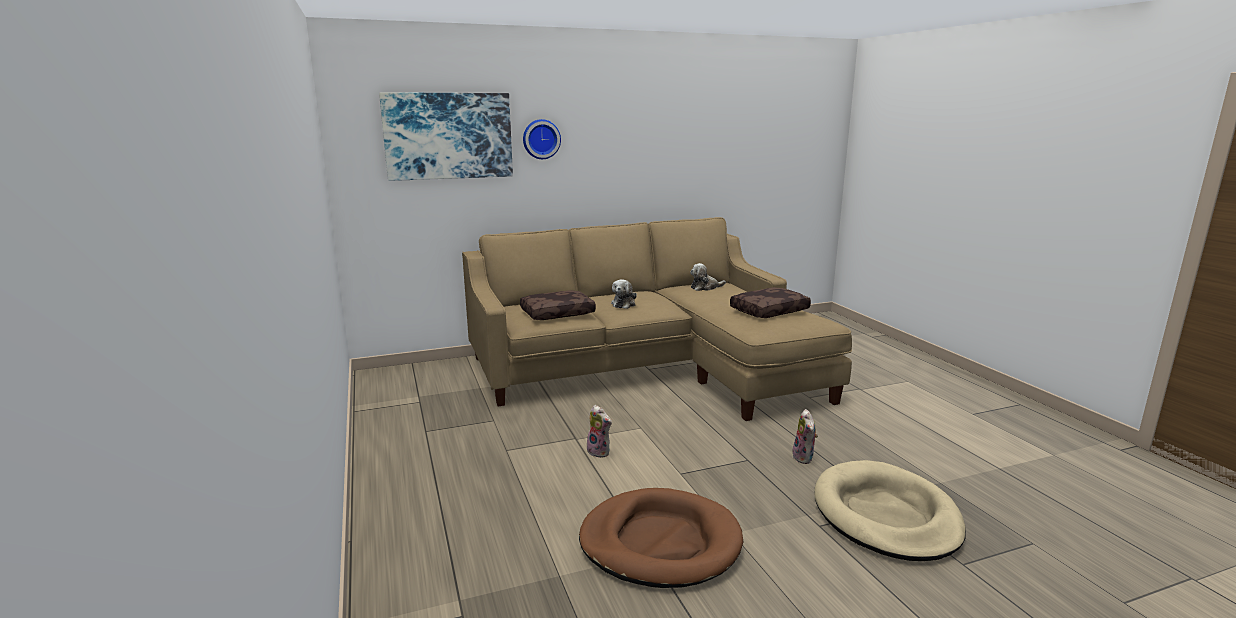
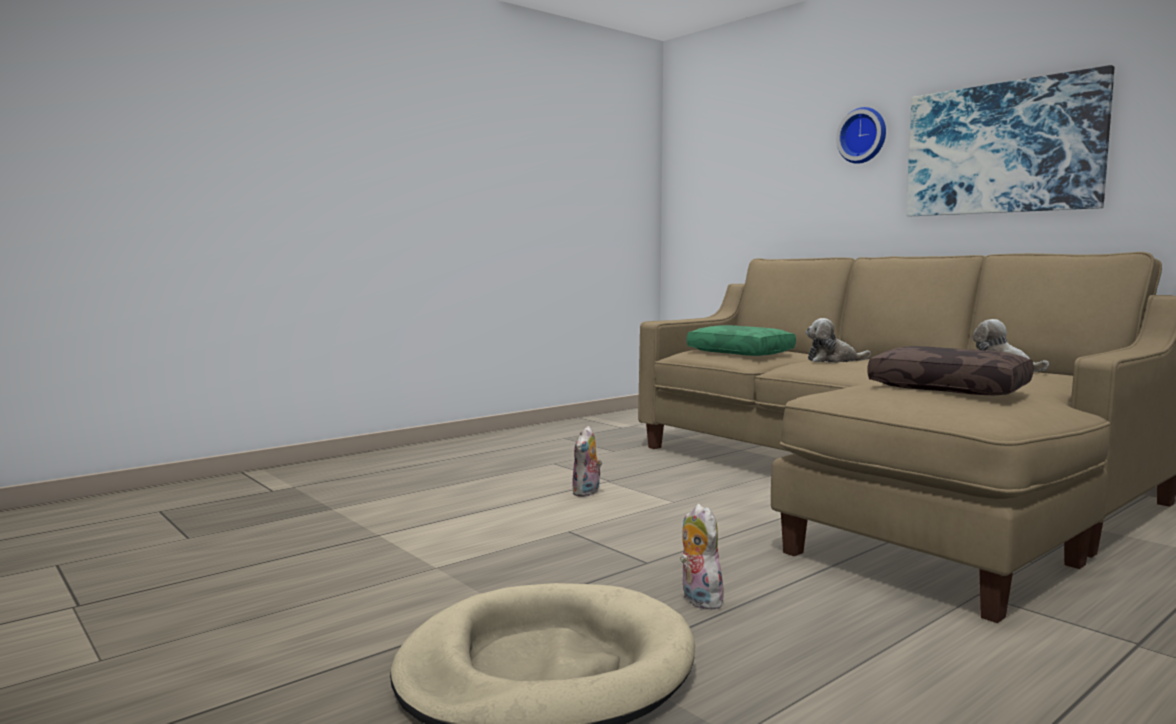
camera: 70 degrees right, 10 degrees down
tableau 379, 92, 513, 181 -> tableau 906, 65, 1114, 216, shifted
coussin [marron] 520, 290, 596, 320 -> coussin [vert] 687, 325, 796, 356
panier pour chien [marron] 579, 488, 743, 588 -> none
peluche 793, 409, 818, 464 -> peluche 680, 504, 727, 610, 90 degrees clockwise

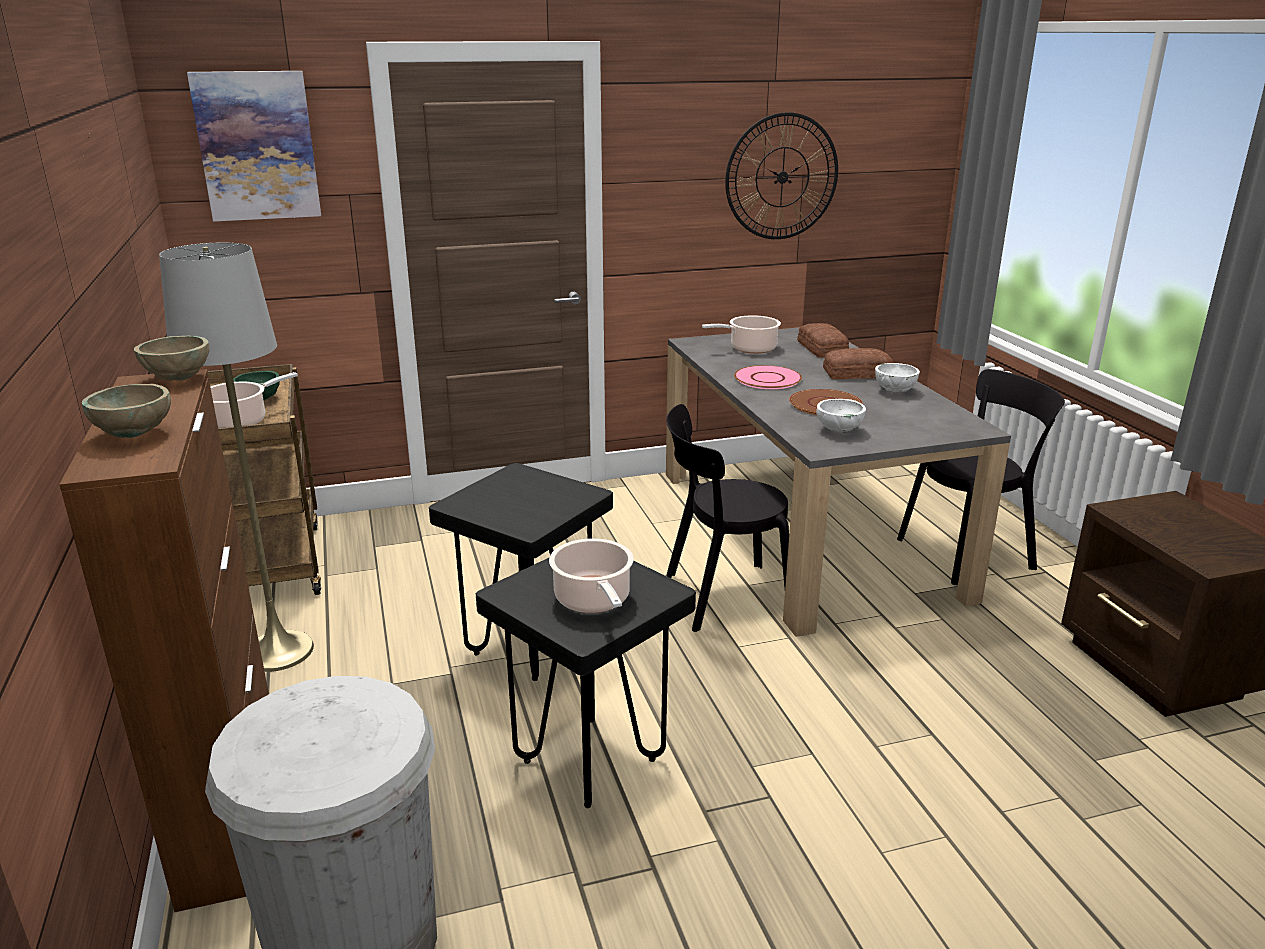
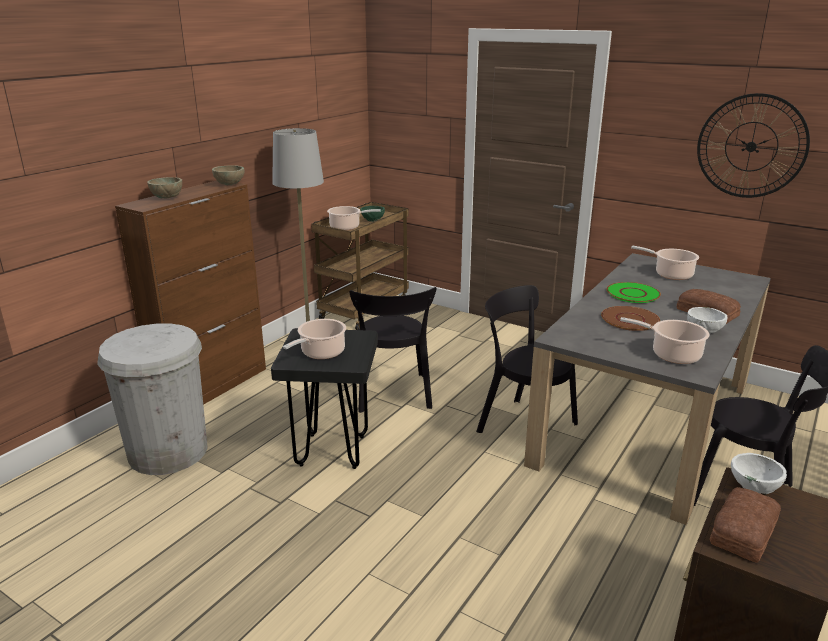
camera: 50 degrees right, 0 degrees up
tableau 187, 71, 321, 222 -> none
tabouret [noir] 429, 463, 613, 681 -> chaise [noir] 349, 287, 437, 413
assiette [rose] 734, 365, 802, 389 -> assiette [vert] 606, 282, 661, 303
pain 797, 323, 849, 358 -> pain 710, 487, 781, 563, shifted
bol [blanc] 816, 399, 866, 433 -> bol [blanc] 731, 453, 787, 494, shifted
none -> marmite 620, 317, 710, 364

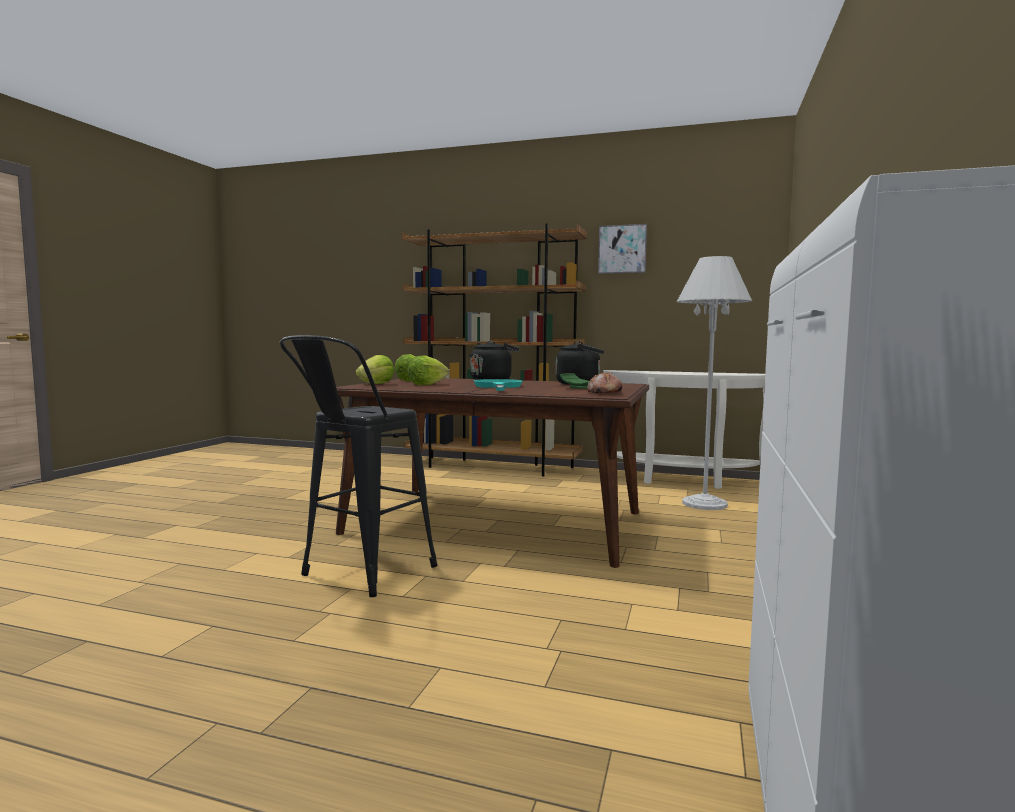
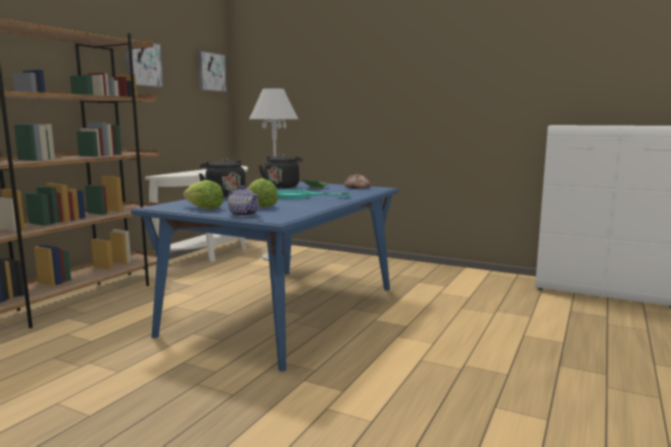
camera: 80 degrees left, 5 degrees up
tabouret [noir] 280, 335, 437, 597 -> none
table à manger [marron] 336, 378, 649, 568 -> table à manger [bleu] 131, 182, 399, 372
laitue 356, 355, 394, 384 -> théière 228, 186, 259, 217
none -> tableau 198, 51, 227, 92

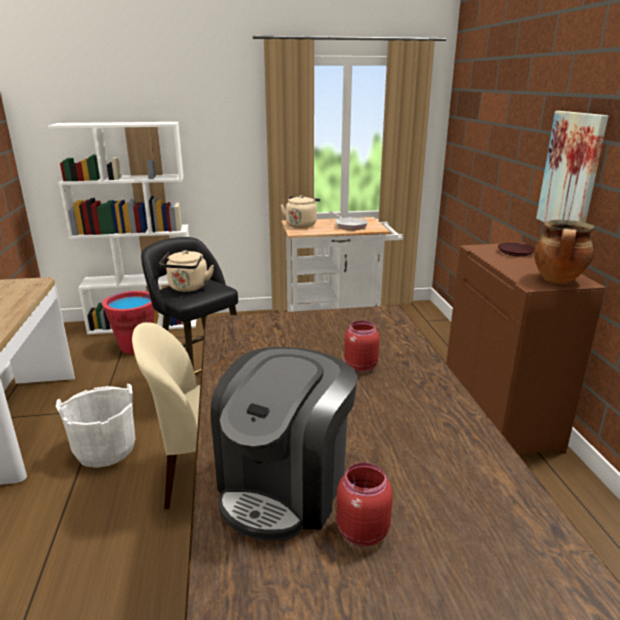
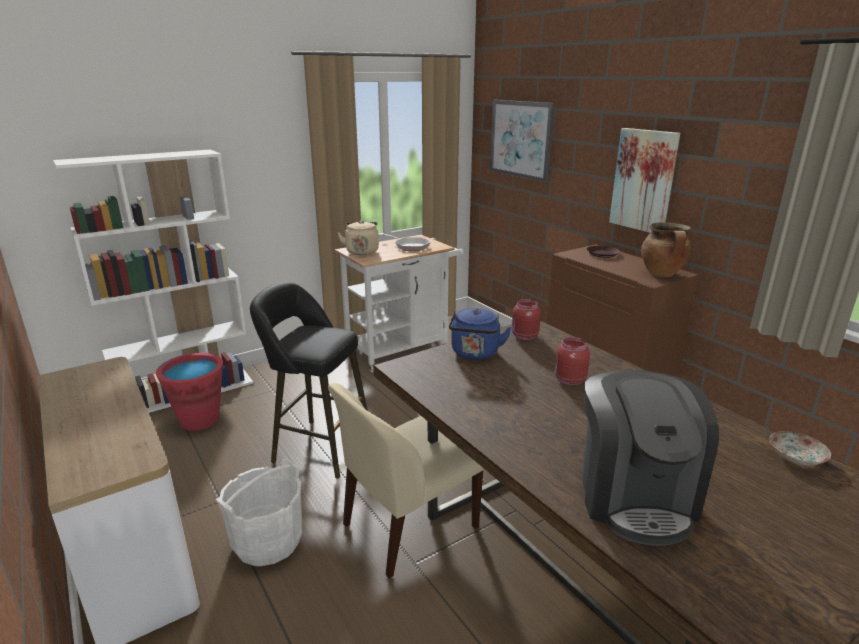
camera: 25 degrees left, 0 degrees up
bouilloire [beige] 159, 250, 214, 292 -> none
bocal [rouge] 337, 462, 393, 547 -> bocal [rouge] 512, 299, 541, 340, shifted
none -> bouilloire [bleu] 449, 308, 512, 360
none -> tableau 490, 100, 554, 182
none -> assiette 770, 431, 831, 465

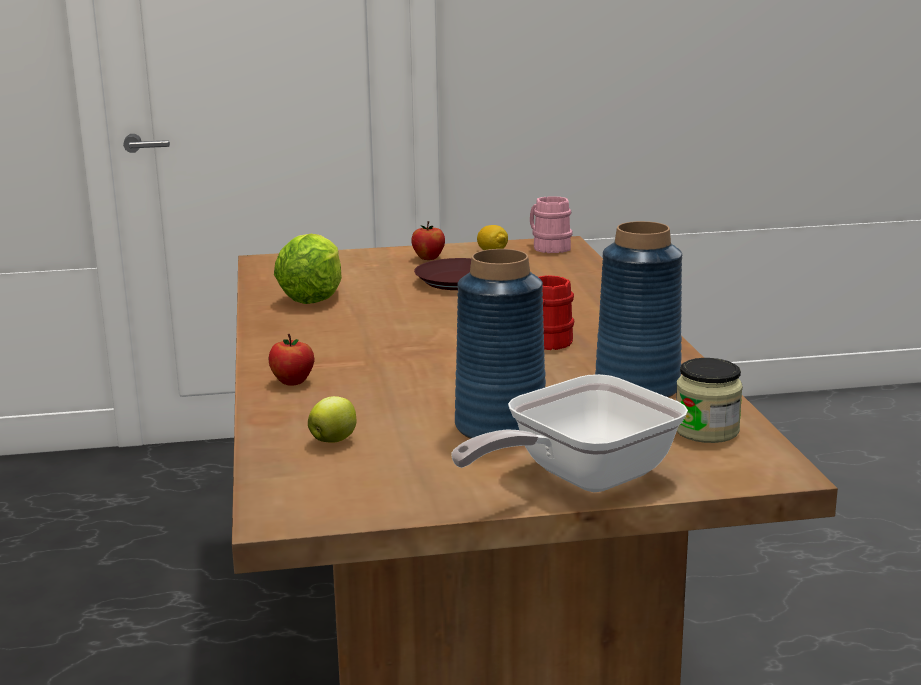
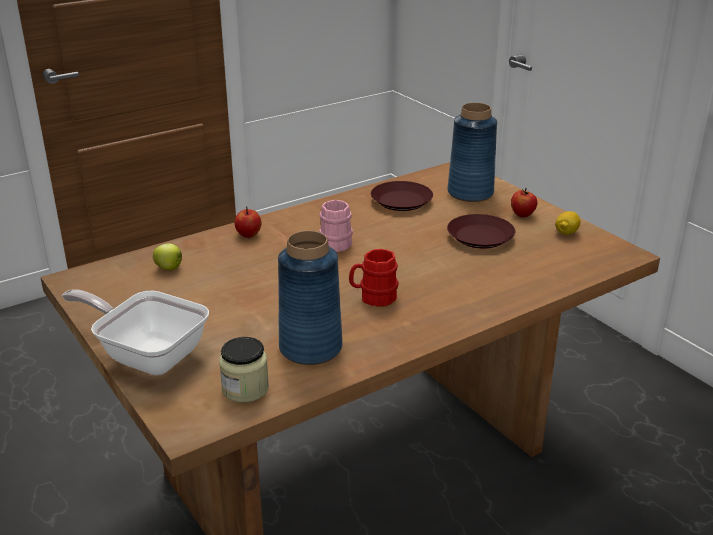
camera: 65 degrees right, 10 degrees up
laitue 274, 234, 342, 304 -> assiette [marron] 371, 181, 433, 211
vase [bleu] 455, 249, 546, 439 -> vase [bleu] 447, 103, 497, 202, shifted
mug [rose] 530, 196, 573, 253 -> mug [rose] 319, 200, 353, 252, shifted

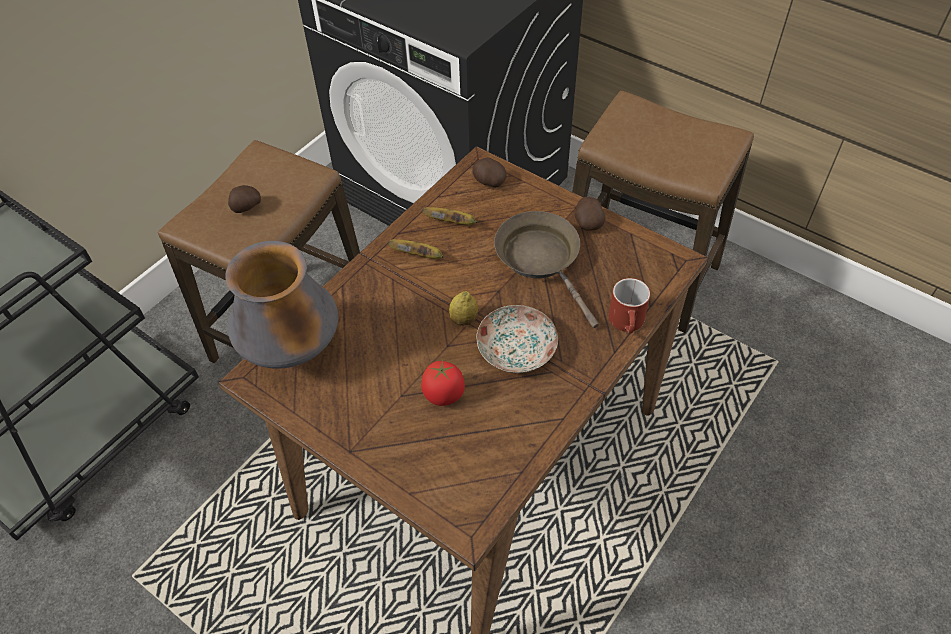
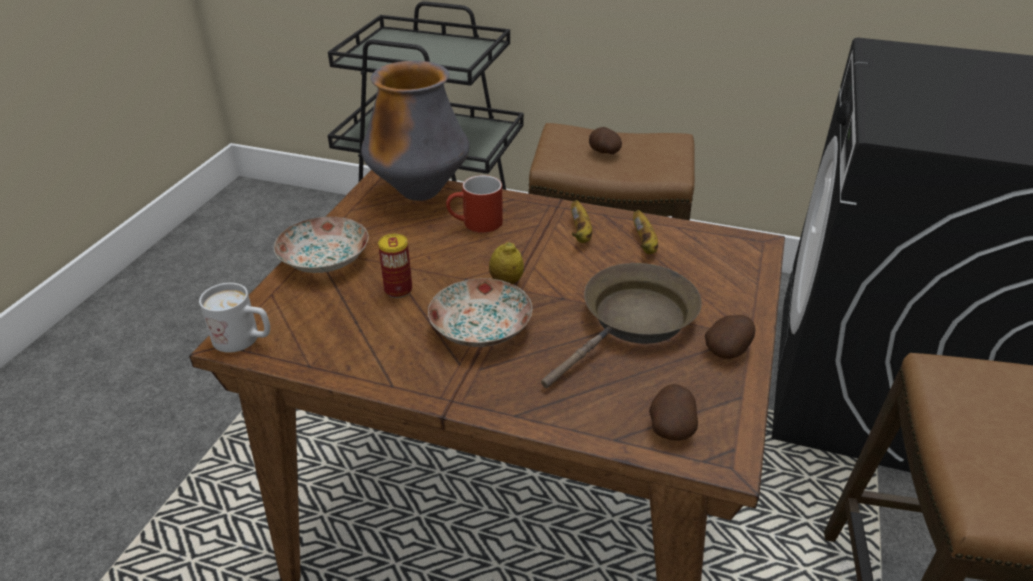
camera: 70 degrees right, 15 degrees down
tomate 421, 359, 465, 406 -> boîte métallique 378, 234, 412, 298
pomme de terre 472, 157, 507, 188 -> pomme de terre 649, 384, 698, 441, shifted
mug [rouge] 609, 278, 650, 334 -> mug [rouge] 446, 175, 503, 233, shifted
none -> mug [blanc] 199, 283, 270, 353
none -> assiette 274, 217, 369, 273

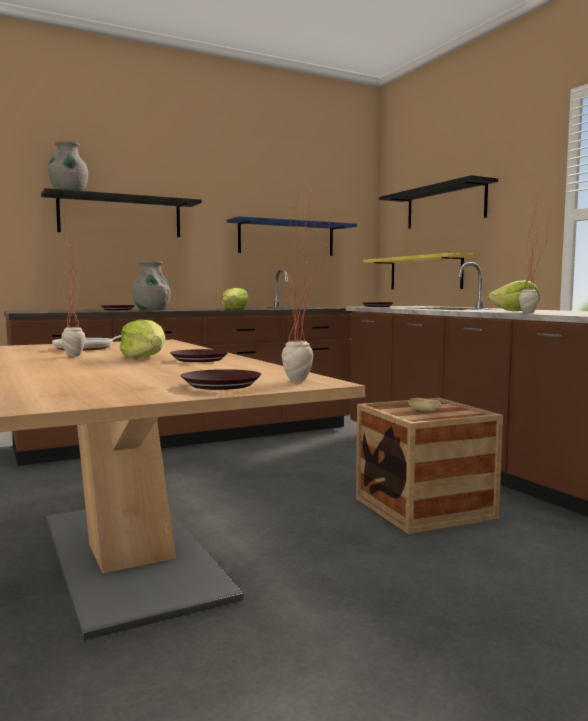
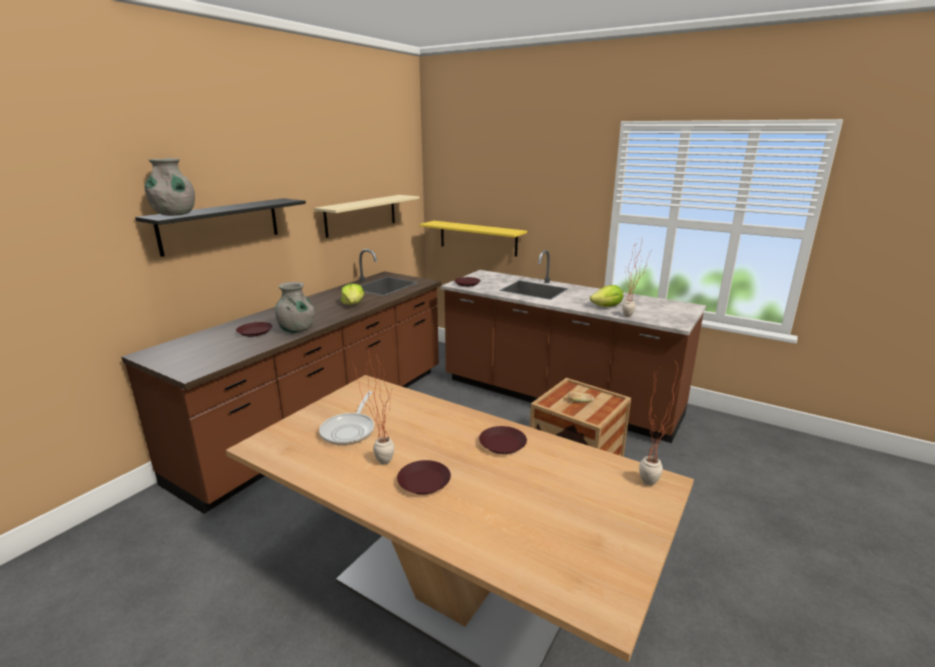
camera: 30 degrees left, 15 degrees up
laitue 120, 320, 165, 358 -> none
assiette [marron] 180, 369, 262, 390 -> assiette [marron] 397, 460, 451, 495, shifted
étagère [bleu] 227, 216, 357, 256 -> étagère [beige] 314, 195, 420, 238
étagère [noir] 379, 175, 498, 229 -> none

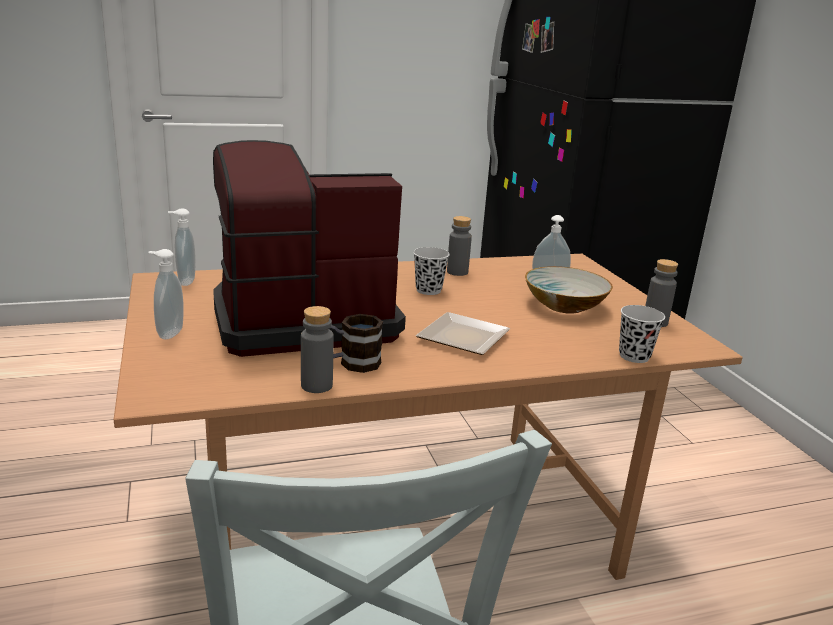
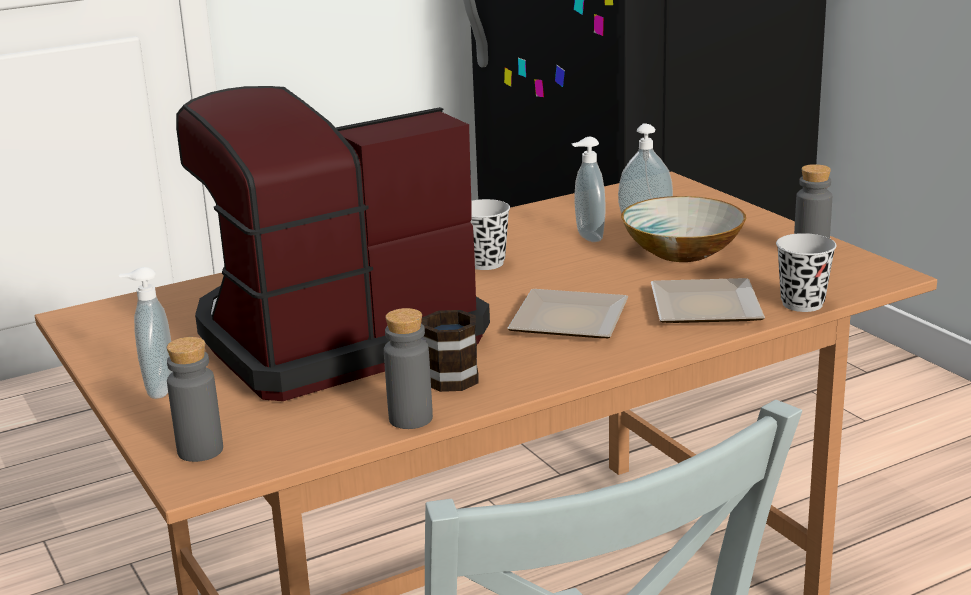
camera: 10 degrees left, 0 degrees up
distributeur de savon 168, 208, 196, 286 -> distributeur de savon 571, 137, 606, 242, shifted
bouteille [gris] 447, 216, 472, 276 -> bouteille [gris] 167, 337, 223, 462, shifted
none -> assiette 651, 278, 765, 323

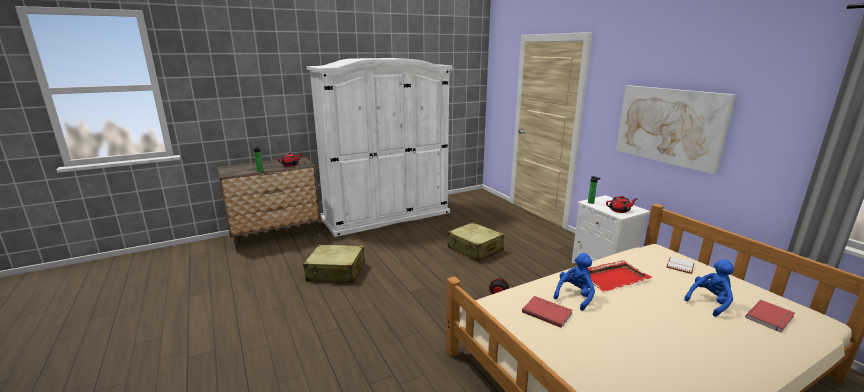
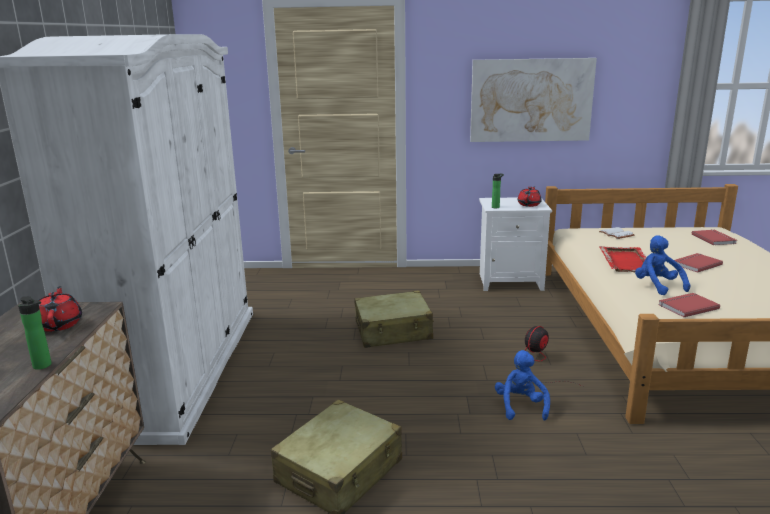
camera: 60 degrees left, 0 degrees up
peluche [bleu] 684, 259, 734, 317 -> peluche [bleu] 495, 350, 550, 420, shifted
none -> livre [rouge] 674, 253, 723, 273

